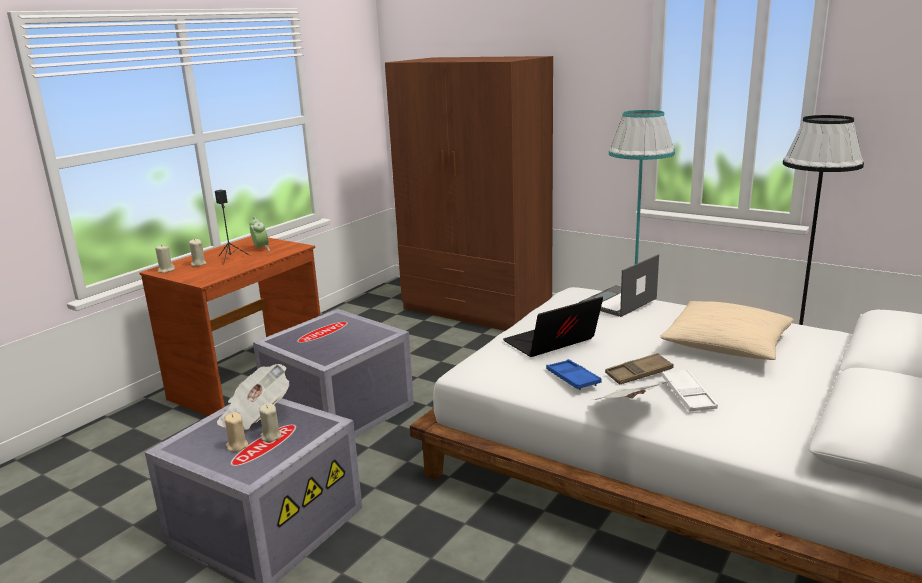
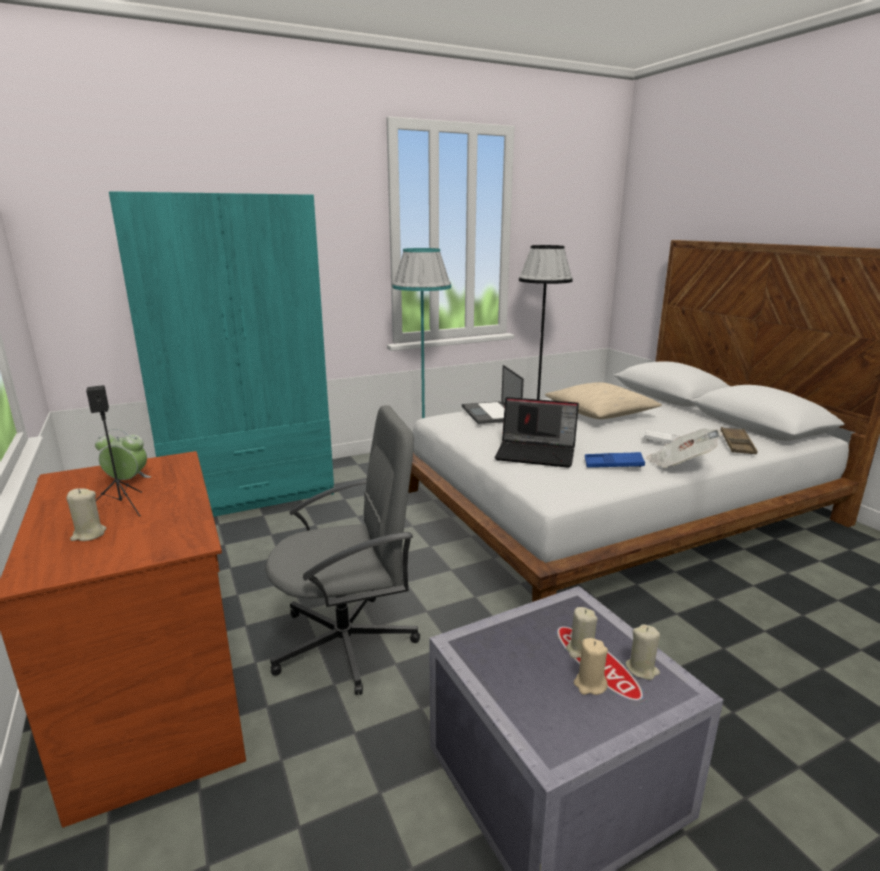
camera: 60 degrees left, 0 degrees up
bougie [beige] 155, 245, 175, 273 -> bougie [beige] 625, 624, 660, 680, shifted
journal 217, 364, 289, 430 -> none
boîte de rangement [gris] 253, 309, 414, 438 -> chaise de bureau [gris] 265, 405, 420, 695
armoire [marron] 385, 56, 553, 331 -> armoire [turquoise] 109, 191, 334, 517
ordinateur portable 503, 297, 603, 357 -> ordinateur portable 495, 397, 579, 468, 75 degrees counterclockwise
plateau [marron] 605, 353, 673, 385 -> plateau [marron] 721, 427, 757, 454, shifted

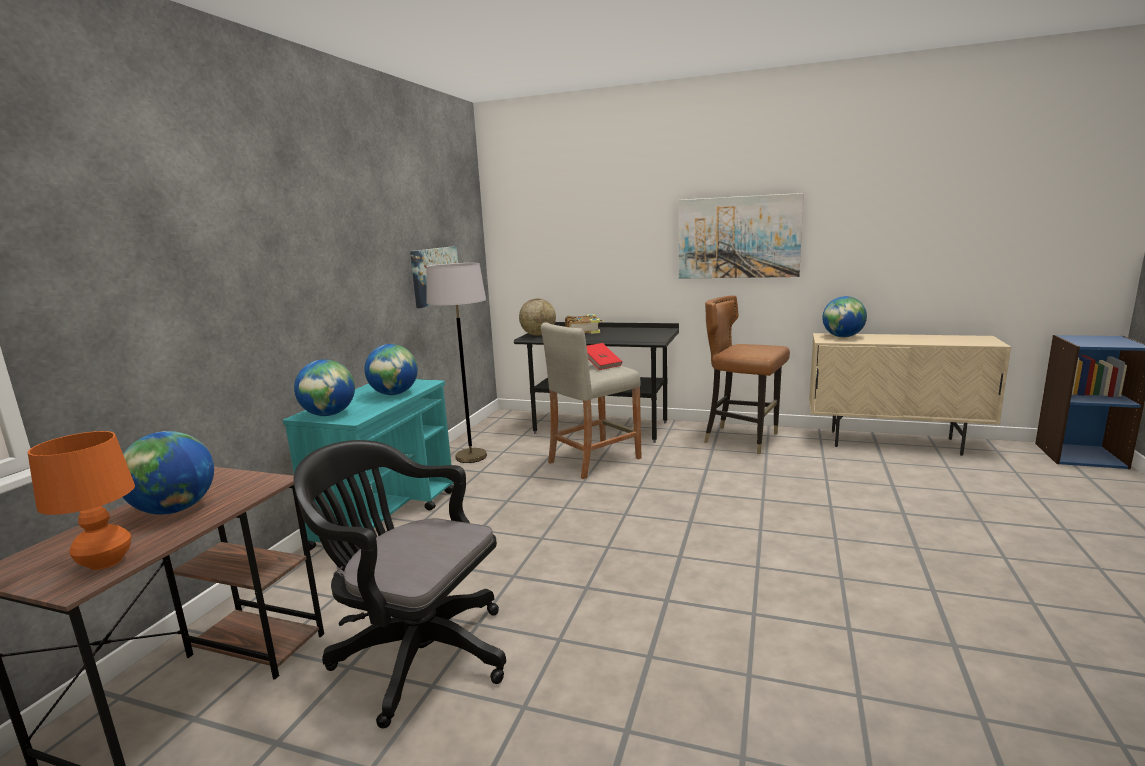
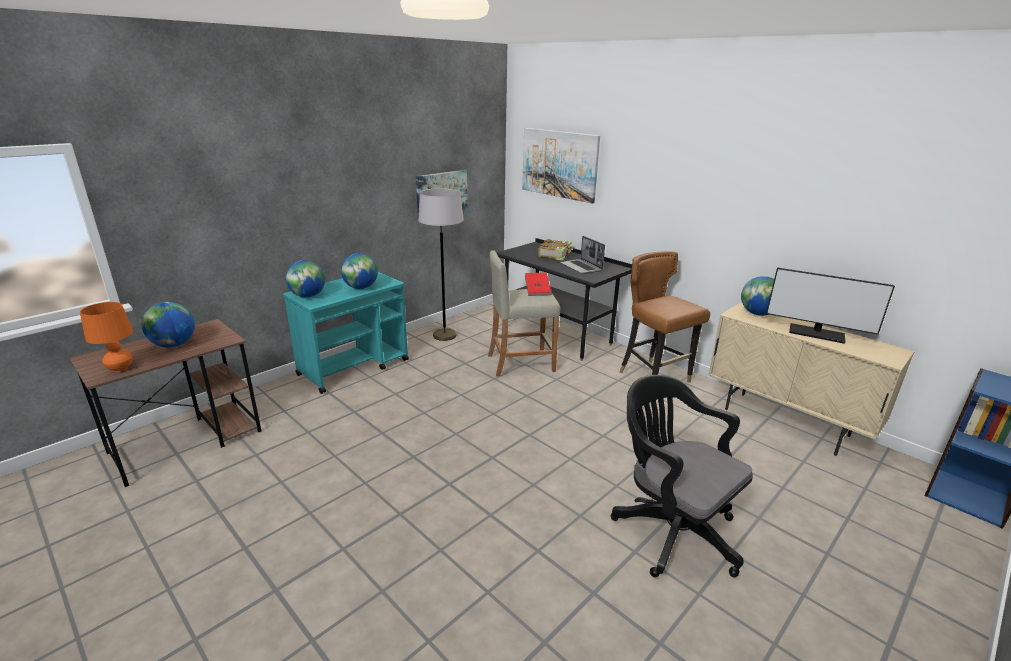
camera: 25 degrees right, 10 degrees up
chaise de bureau [noir] 294, 440, 506, 729 -> chaise de bureau [noir] 611, 375, 753, 578, shifted
globe 519, 299, 556, 336 -> none
tableau 679, 193, 804, 279 -> tableau 522, 128, 600, 204, shifted
none -> ordinateur portable 560, 236, 605, 274
none -> écran d'ordinateur 766, 268, 895, 344

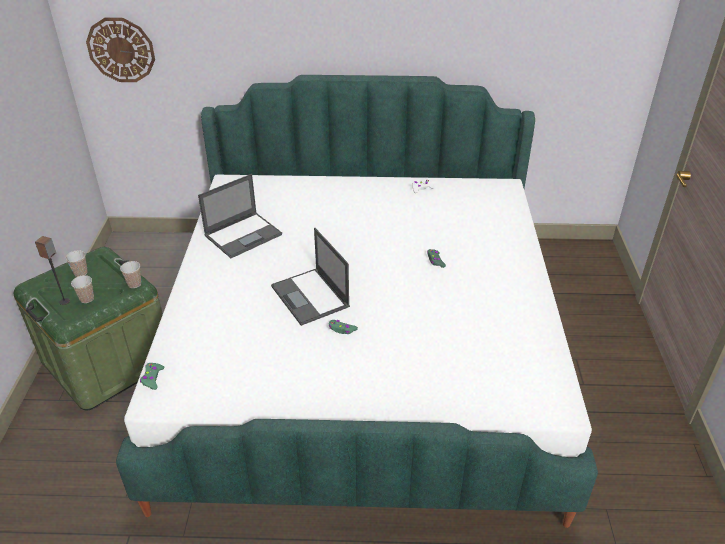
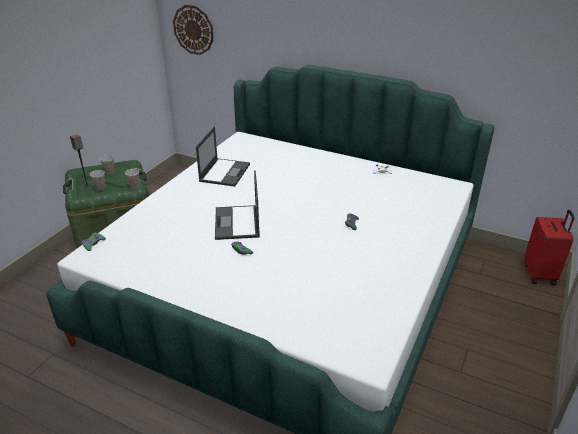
camera: 25 degrees right, 5 degrees down
ordinateur portable 198, 174, 282, 258 -> ordinateur portable 196, 126, 250, 187, 60 degrees counterclockwise
none -> valise [rouge] 524, 210, 575, 285

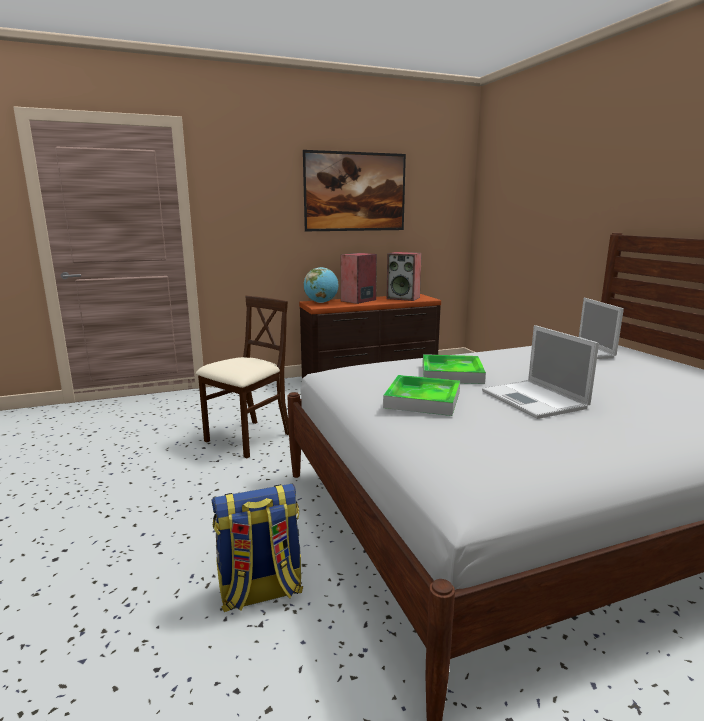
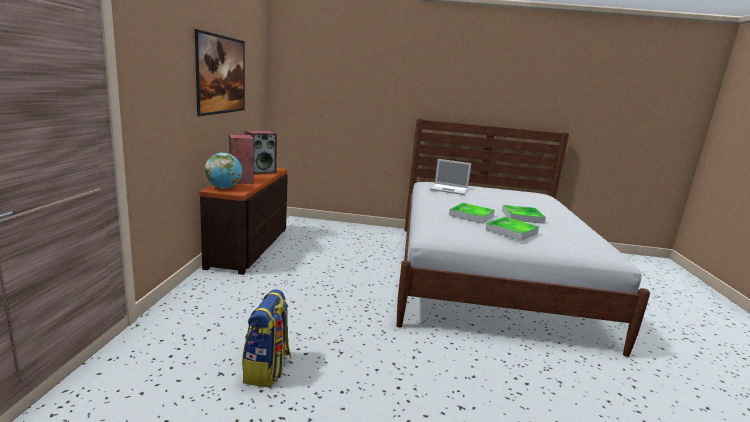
camera: 65 degrees left, 0 degrees up
chaise [beige] 196, 296, 289, 458 -> none
sac à dos 211, 484, 303, 612 -> sac à dos 242, 289, 291, 388, shifted
ordinateur portable 482, 325, 599, 419 -> plateau 502, 205, 546, 224

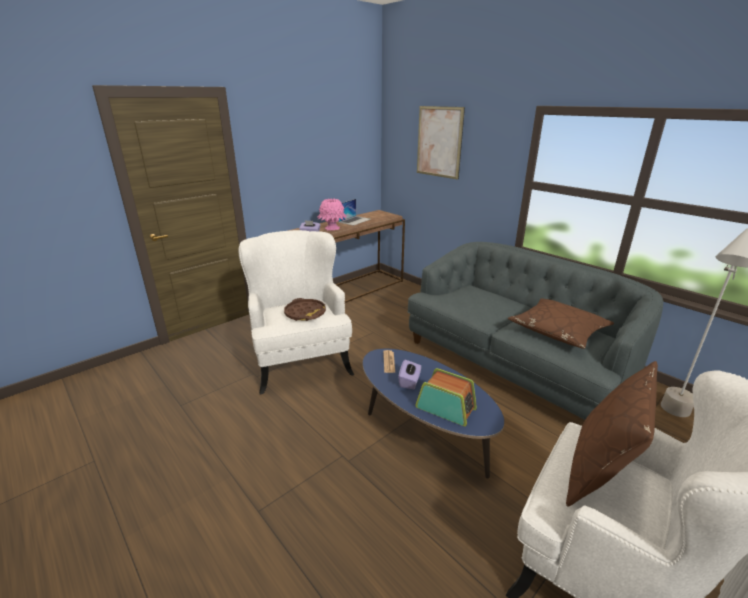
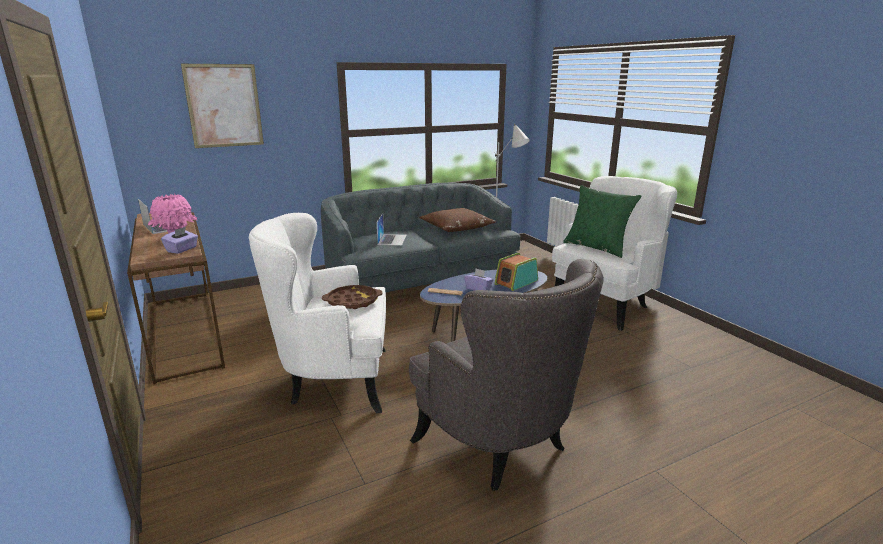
camera: 75 degrees left, 5 degrees down
coussin [marron] 566, 361, 658, 507 -> coussin [vert] 563, 185, 641, 258
none -> ordinateur portable 376, 213, 406, 246
none -> fauteuil [gris] 409, 259, 604, 491

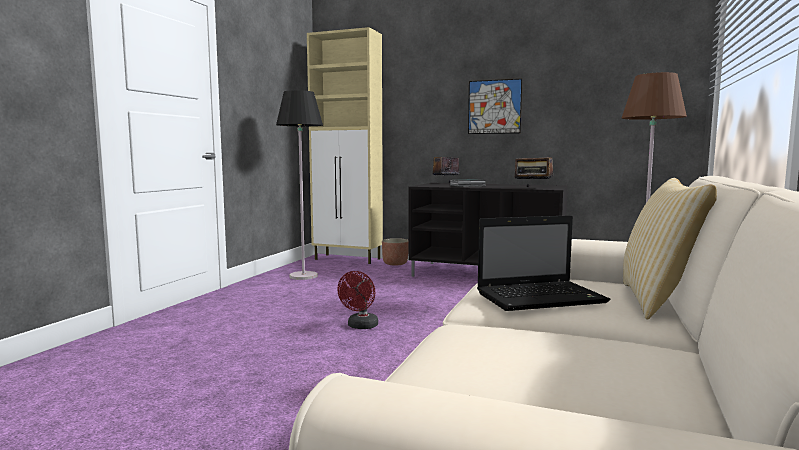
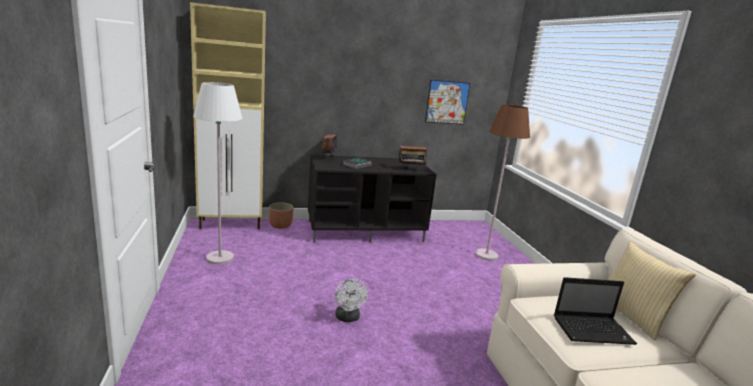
camera: 35 degrees left, 10 degrees up
lampadaire [noir] 276, 90, 323, 280 -> lampadaire [blanc] 193, 82, 243, 264
ventilateur [rouge] 337, 271, 378, 329 -> ventilateur [blanc] 335, 279, 368, 322
tableau 468, 79, 522, 134 -> tableau 425, 80, 470, 125, shifted
ordinateur portable 477, 215, 611, 311 -> ordinateur portable 554, 277, 637, 345, 45 degrees clockwise

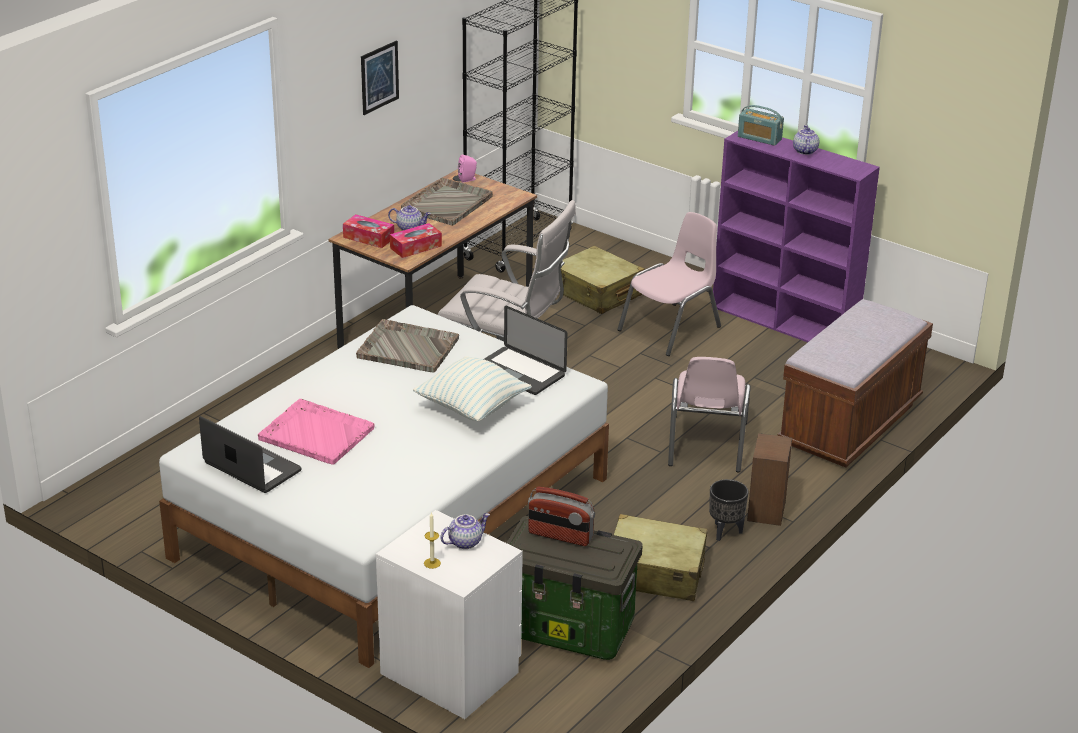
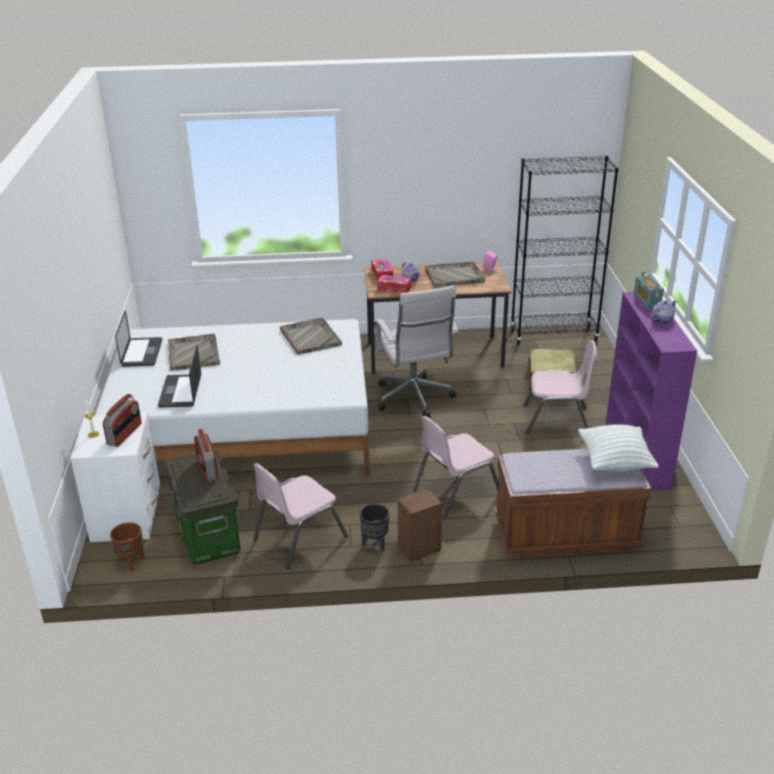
camera: 50 degrees right, 0 degrees up
plateau [rose] 258, 399, 374, 465 -> plateau [gris] 168, 333, 220, 371
tableau 361, 40, 399, 115 -> none
coussin 413, 356, 532, 421 -> coussin 578, 425, 659, 472, shifted
théière 440, 513, 490, 549 -> radio 103, 394, 142, 447
ordinateur portable 484, 306, 568, 395 -> ordinateur portable 158, 345, 201, 407, shifted
valise [beige] 614, 514, 708, 601 -> chaise [rose] 253, 463, 348, 569
none -> cache-pot [marron] 110, 522, 144, 572

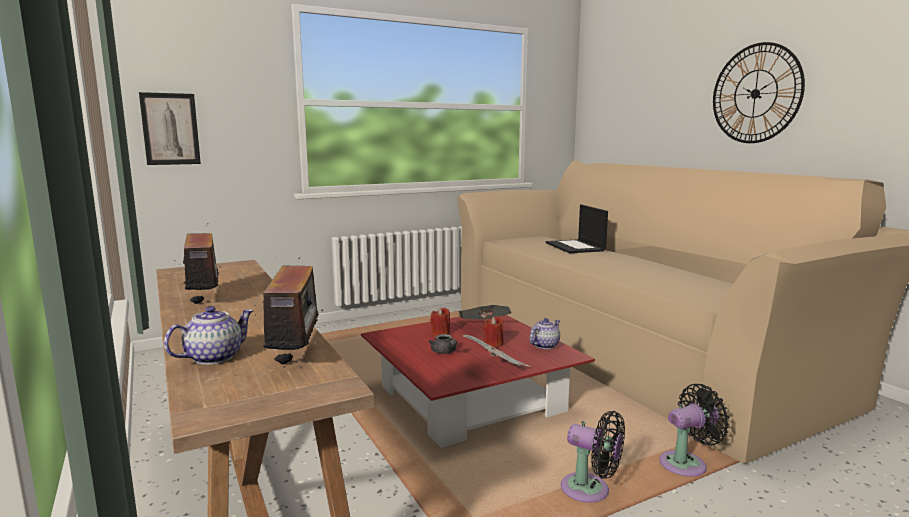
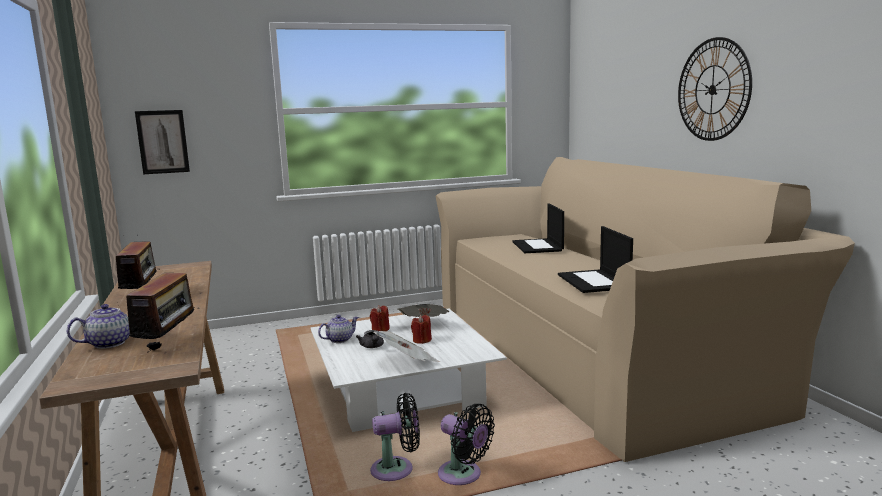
camera: 10 degrees right, 0 degrees up
table basse [rouge] 361, 315, 595, 448 -> table basse [blanc] 310, 308, 507, 432
théière 530, 318, 560, 349 -> théière 318, 315, 359, 343, shifted
ventilateur [noir] 659, 384, 730, 477 -> ventilateur [noir] 370, 393, 420, 481, shifted
none -> ordinateur portable 558, 226, 633, 293

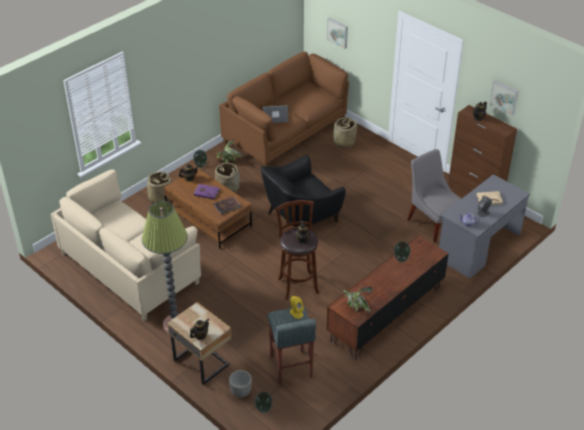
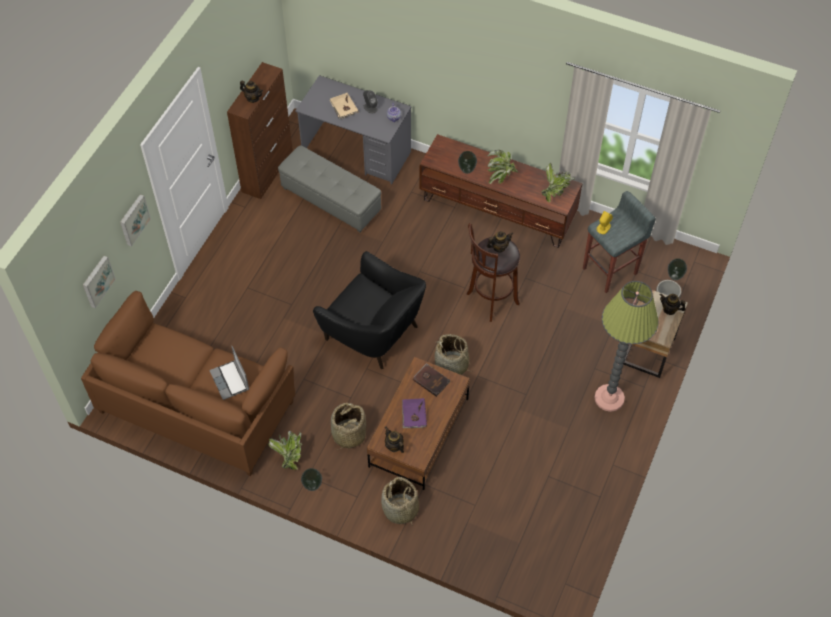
camera: 110 degrees left, 15 degrees up
canapé [beige] 51, 169, 201, 321 -> none
panier 332, 117, 357, 148 -> panier 435, 334, 469, 375, shifted
chaise [gris] 407, 149, 461, 243 -> pouf [gris] 278, 145, 381, 232
tableau 489, 80, 519, 116 -> tableau 120, 194, 151, 246, shifted
none -> plante en pot 488, 150, 518, 184

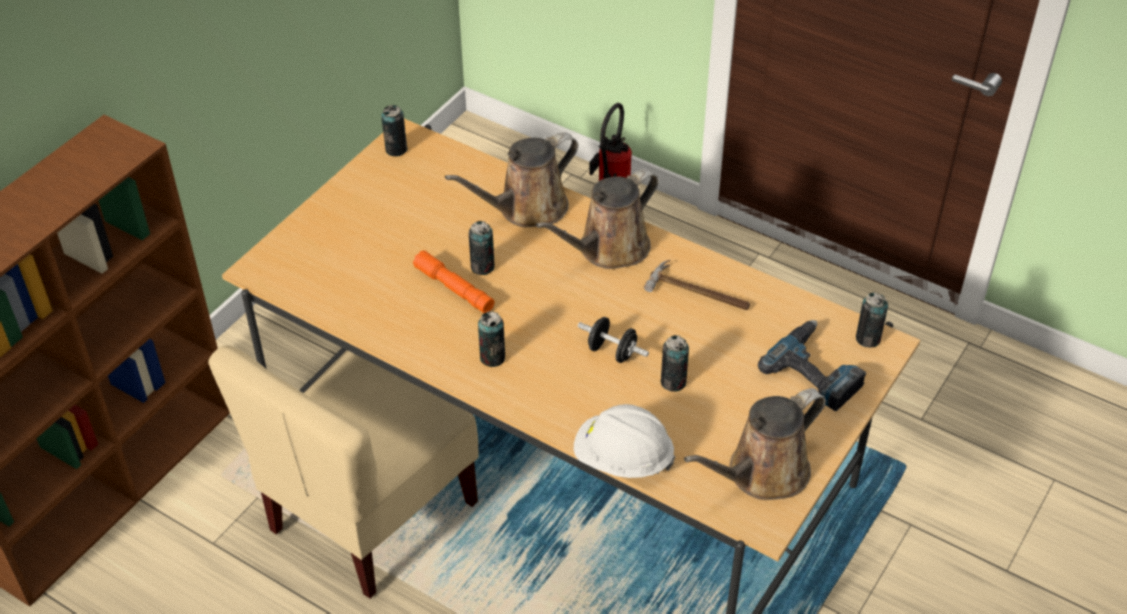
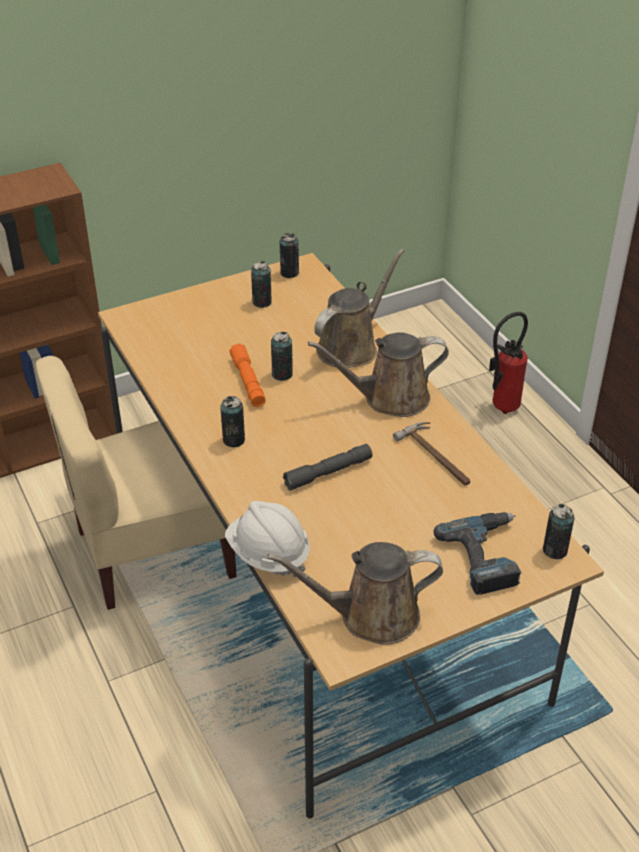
camera: 30 degrees right, 5 degrees down
arrosoir [marron] 445, 132, 578, 228 -> arrosoir [marron] 314, 249, 404, 368, 135 degrees clockwise
haltère [noir] 578, 317, 649, 363 -> lampe de poche [gris] 283, 444, 372, 491
boîte métallique 661, 335, 689, 392 -> boîte métallique 251, 261, 272, 308, shifted

